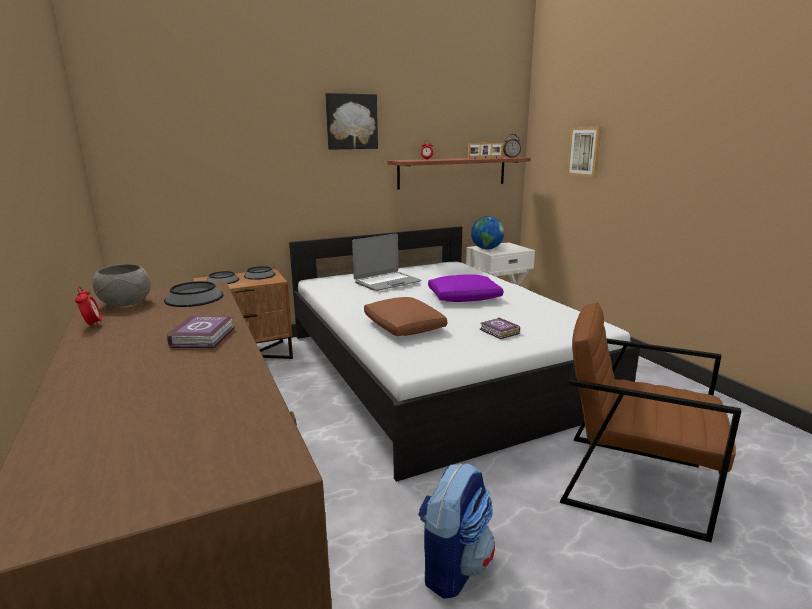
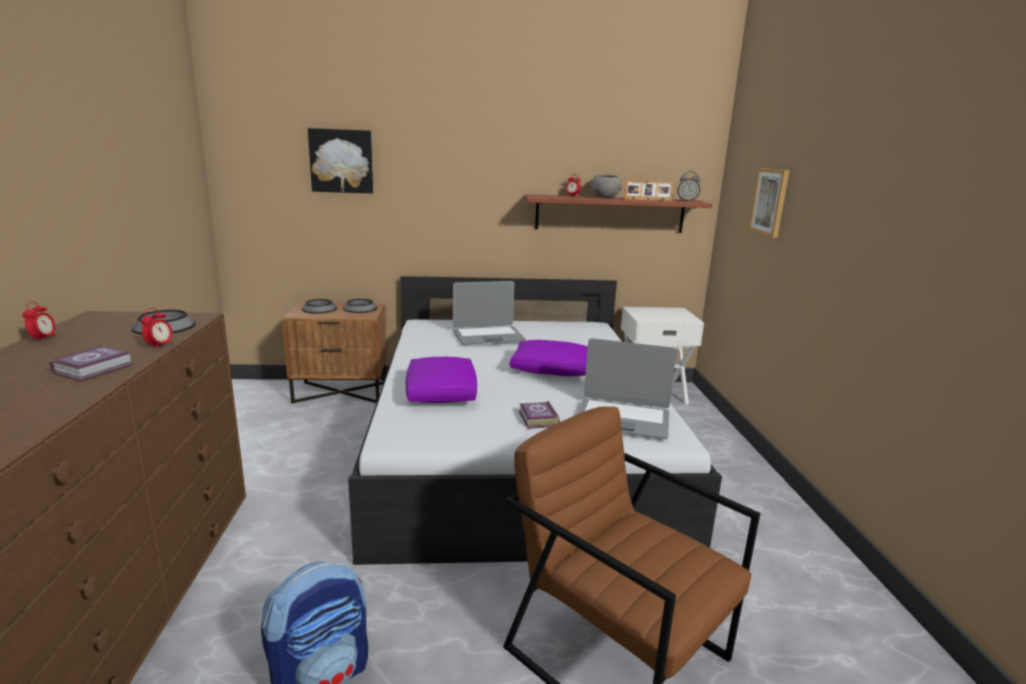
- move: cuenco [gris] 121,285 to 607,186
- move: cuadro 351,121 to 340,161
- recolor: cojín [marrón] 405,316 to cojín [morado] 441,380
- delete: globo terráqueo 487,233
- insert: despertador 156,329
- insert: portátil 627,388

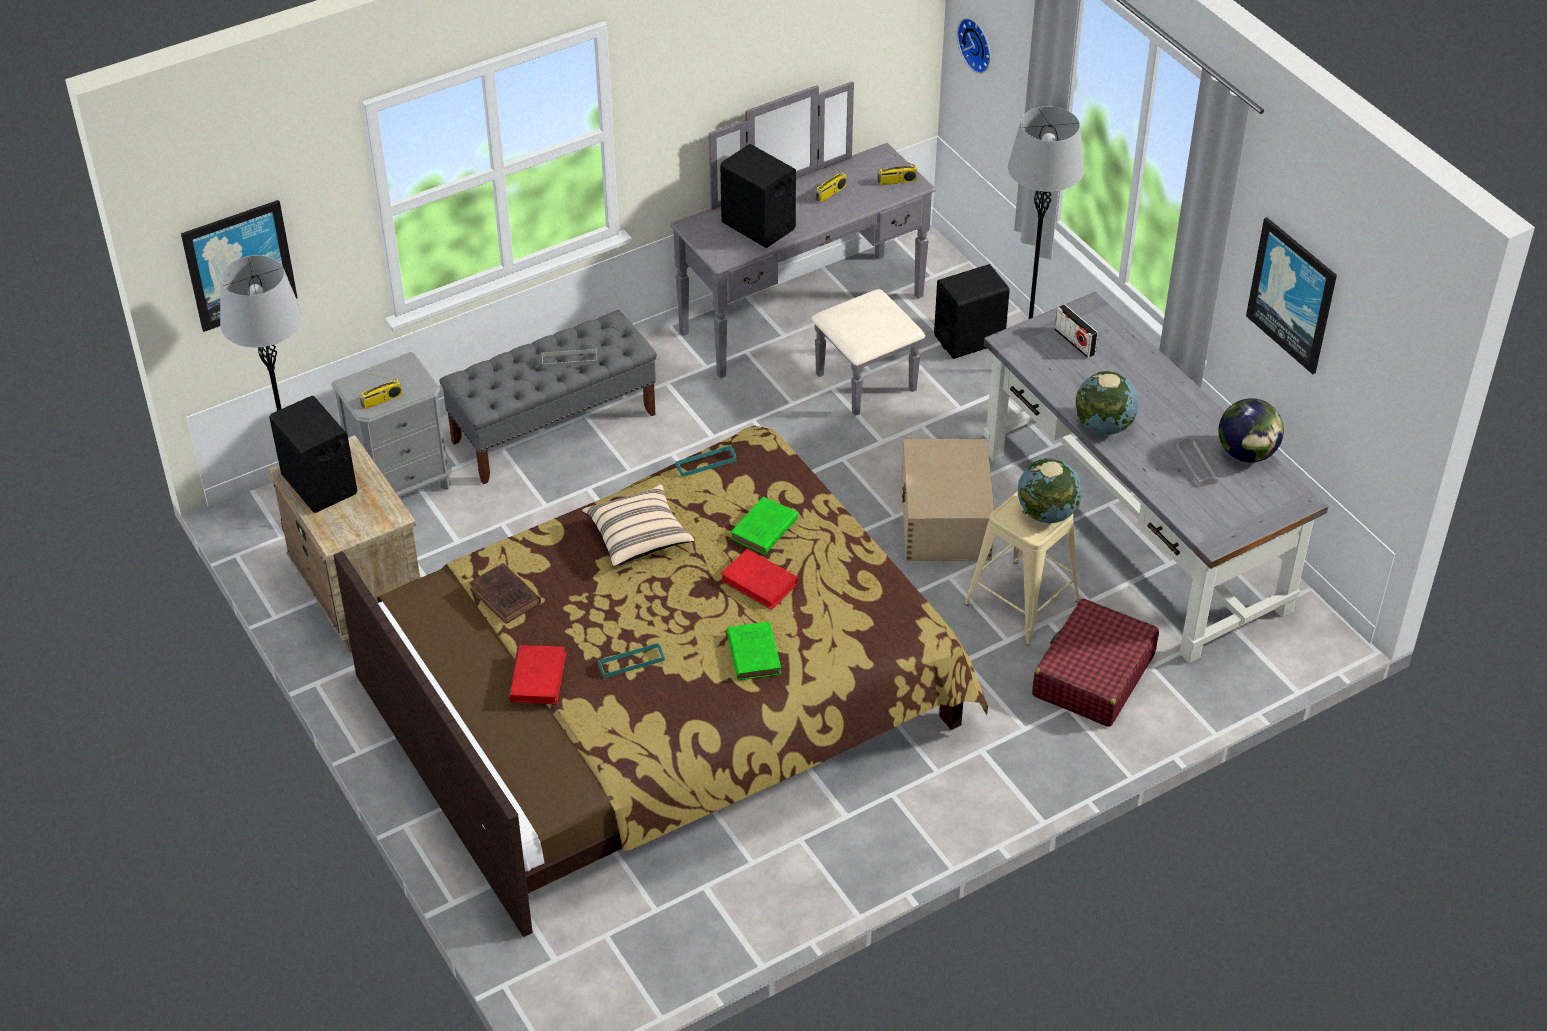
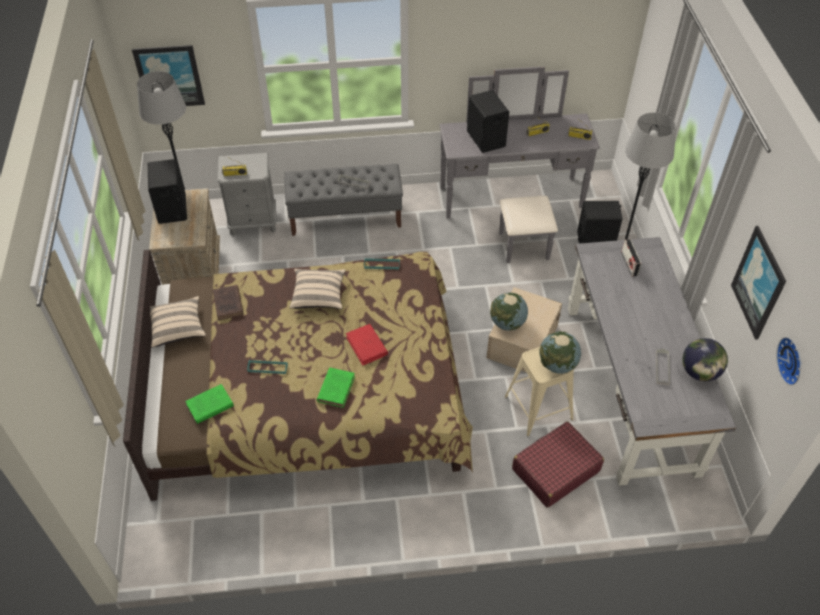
- delete: libro [rojo] 537,674
- move: libro [verde] 764,526 to 209,404
- move: reloj de pared 973,46 to 788,361
- move: globo terráqueo 1107,403 to 509,312
- insert: cojín [beis] 178,322

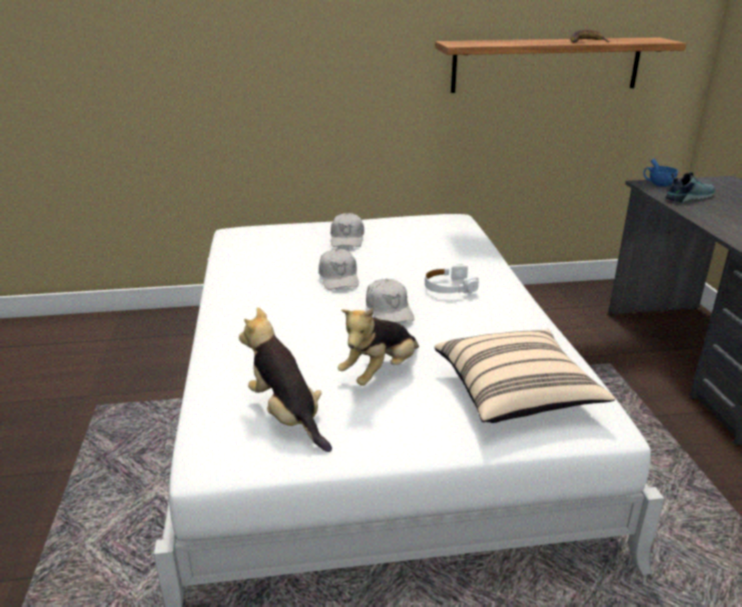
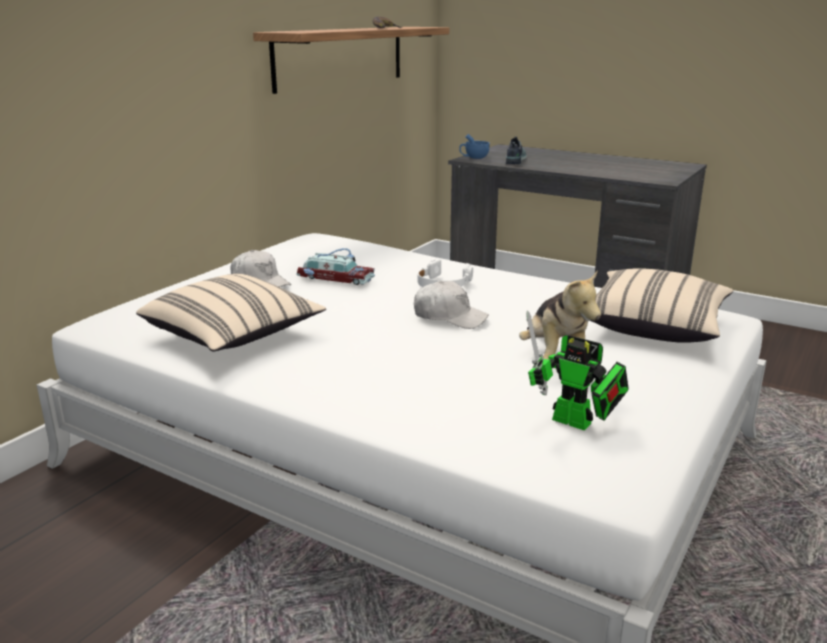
- replace: peluche 285,379 to robot de juguete 577,370
- delete: gorra [blanco] 339,269
- insert: cojín [beis] 231,313
- insert: coche de juguete 335,266

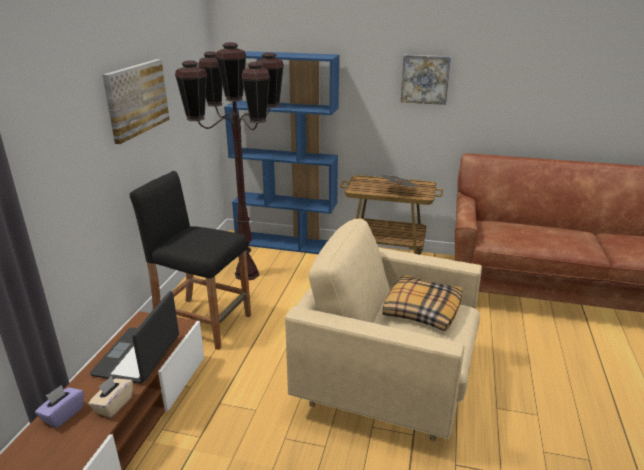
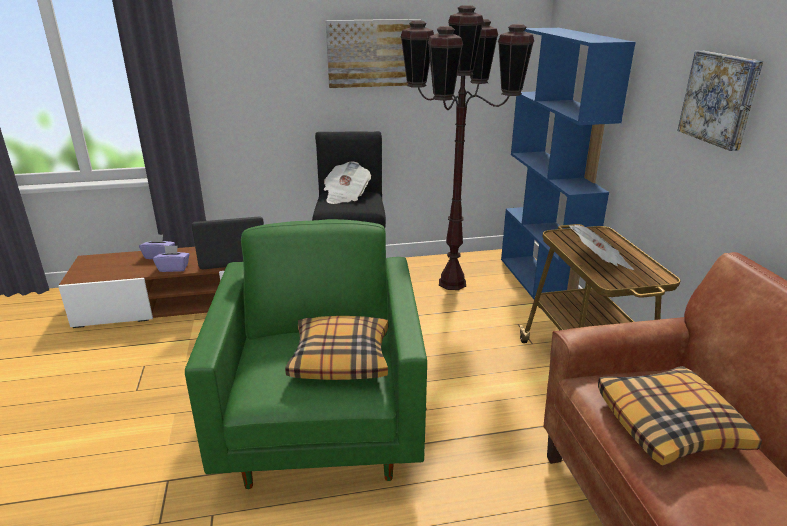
- recolor: caja de pañuelos [beis] 110,397 to caja de pañuelos [morado] 171,259
- recolor: sillón [beis] 383,330 to sillón [verde] 306,354
- insert: periódico 347,182
- insert: cojín 680,416

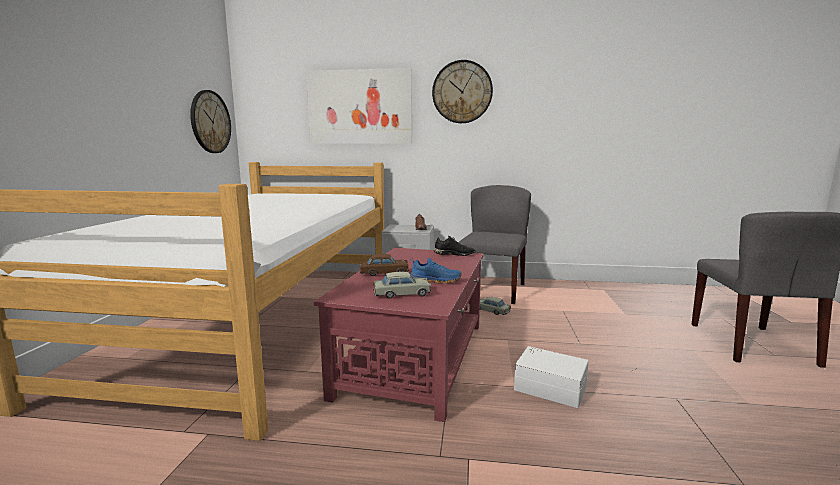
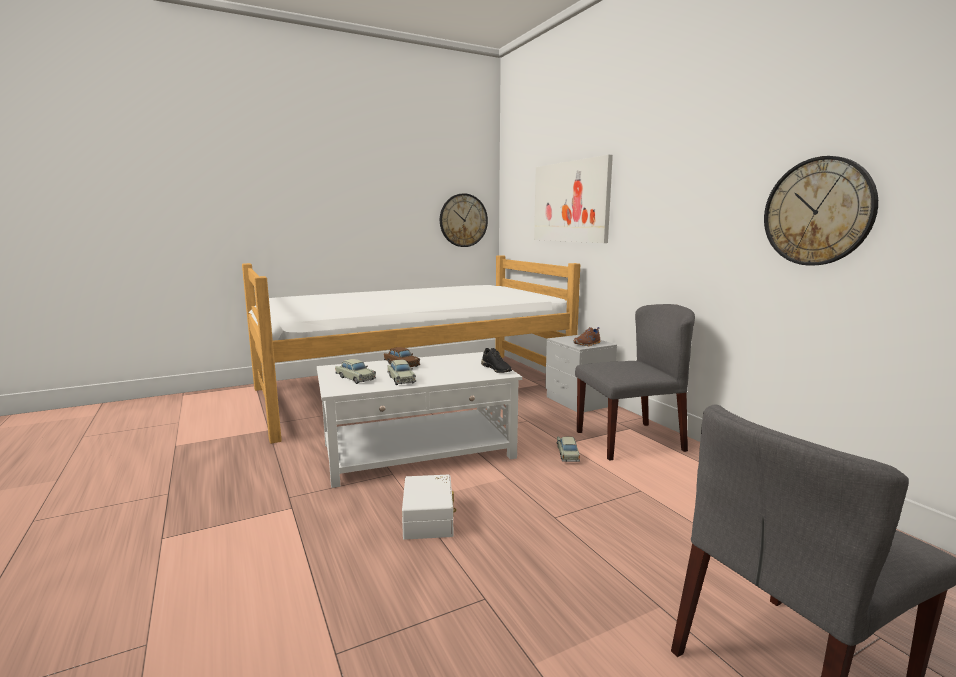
- recolor: mesa de centro [rojo] 399,335 to mesa de centro [blanco] 419,420
- replace: zapato [azul] 436,271 to coche de juguete [beis] 402,372
- move: reloj de pared 462,91 to 821,210

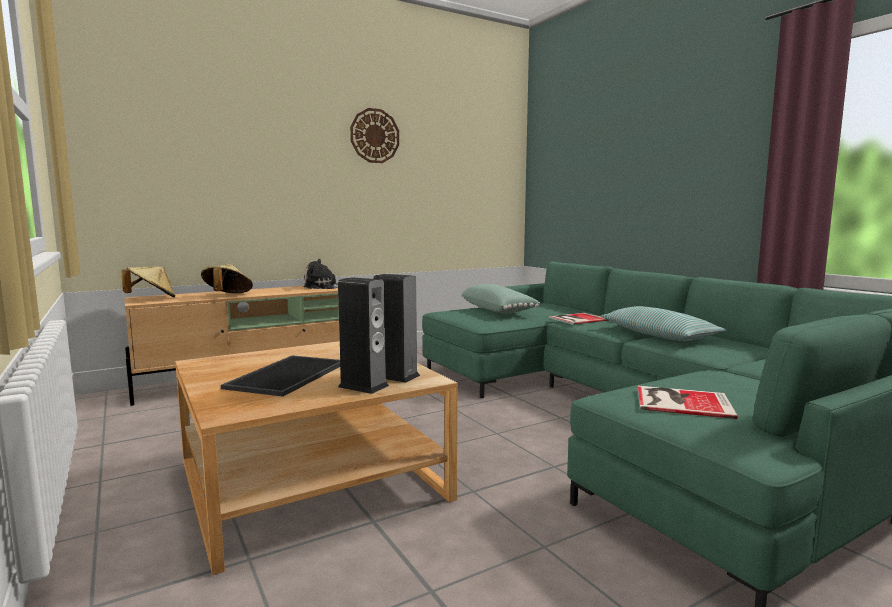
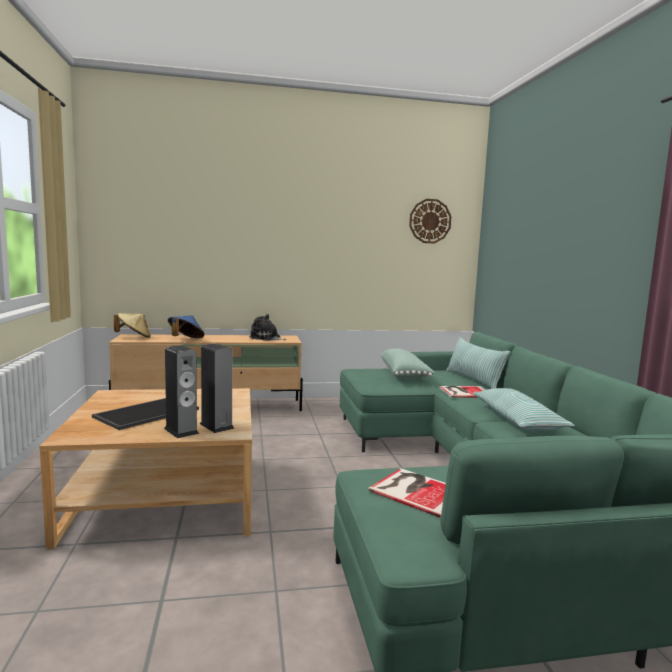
- recolor: sombrero [beis] 227,278 to sombrero [azul] 186,326
- move: reloj de pared 374,135 to 430,221
- insert: cojín 478,363

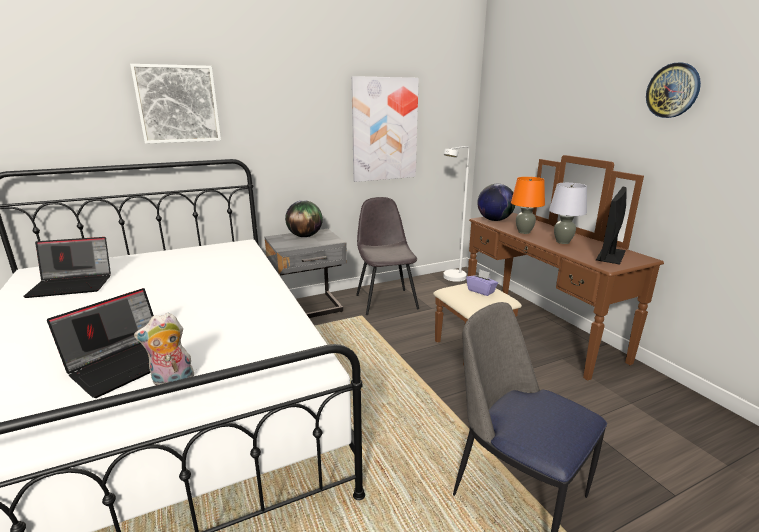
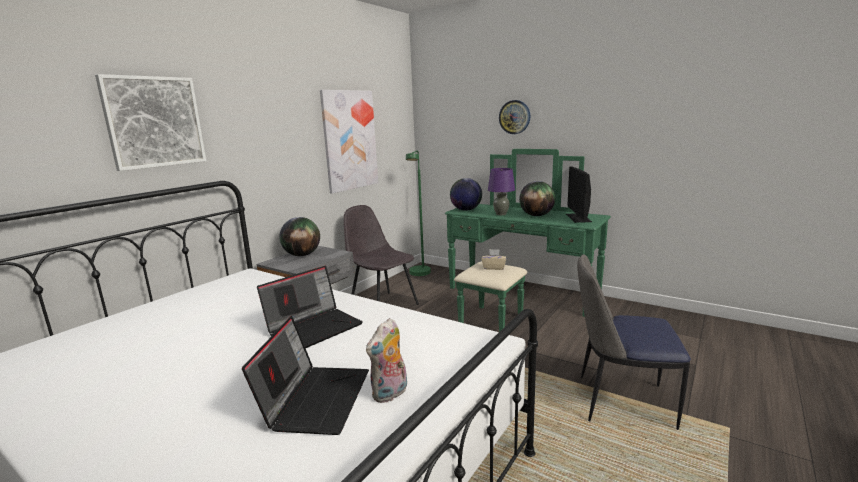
- move: portátil 67,267 to 310,307
- recolor: cómoda [marrón] 548,268 to cómoda [verde] 528,240
- recolor: lámpara de pie [blanco] 456,214 to lámpara de pie [verde] 418,213
- recolor: caja de pañuelos [morado] 482,283 to caja de pañuelos [beis] 493,259
- recolor: lámpara de mesa [naranja] 528,205 to lámpara de mesa [morado] 501,191
- replace: lámpara de mesa [gris] 568,213 to globo terráqueo 537,198
- move: reloj de pared 673,90 to 514,117

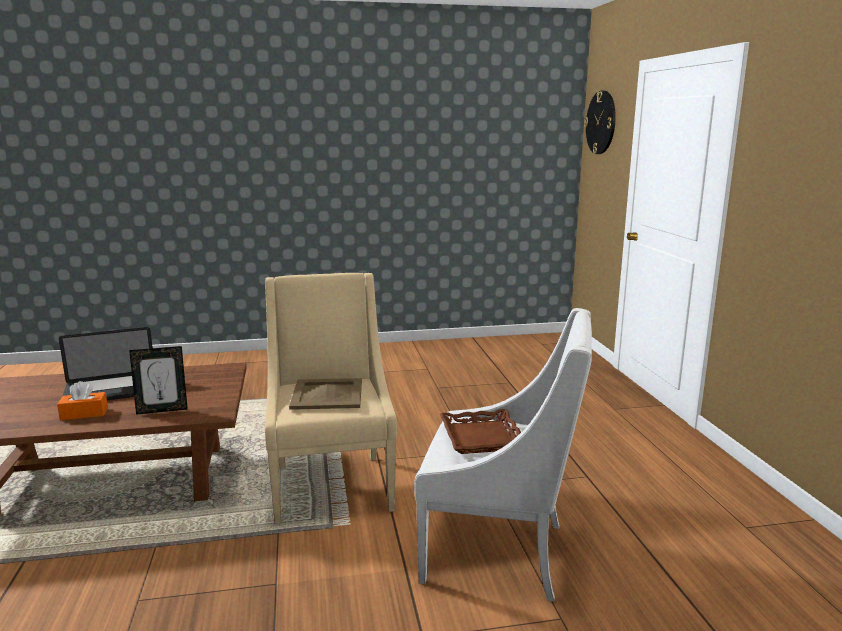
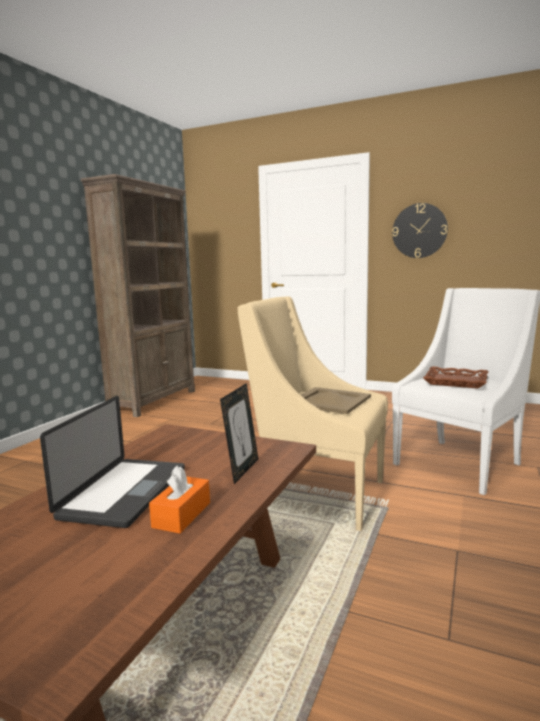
- move: reloj de pared 600,122 to 420,230
- insert: estantería [marrón] 138,295

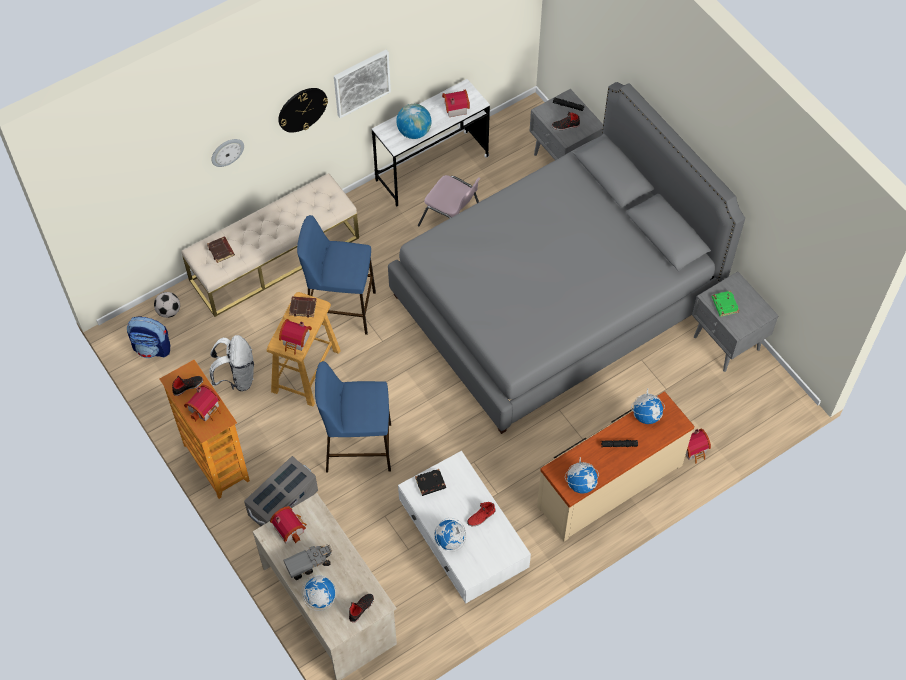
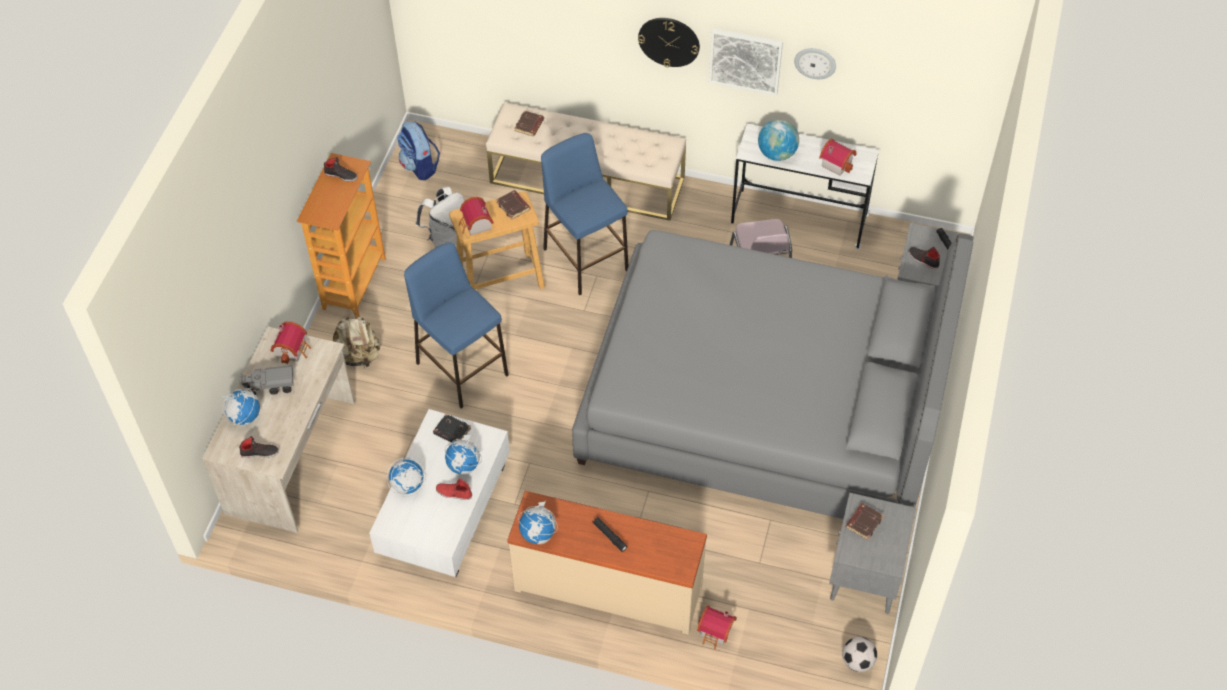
- move: balón de fútbol 167,305 to 859,654
- delete: casita 202,403
- move: reloj de pared 227,153 to 815,63
- replace: caja de almacenaje [gris] 281,491 to mochila [beis] 356,340
- rotate: camión de juguete 308,562 = 266,380 150 degrees clockwise
- move: globo terráqueo 648,406 to 463,454
- recolor: libro [verde] 725,304 to libro [marrón] 865,521

